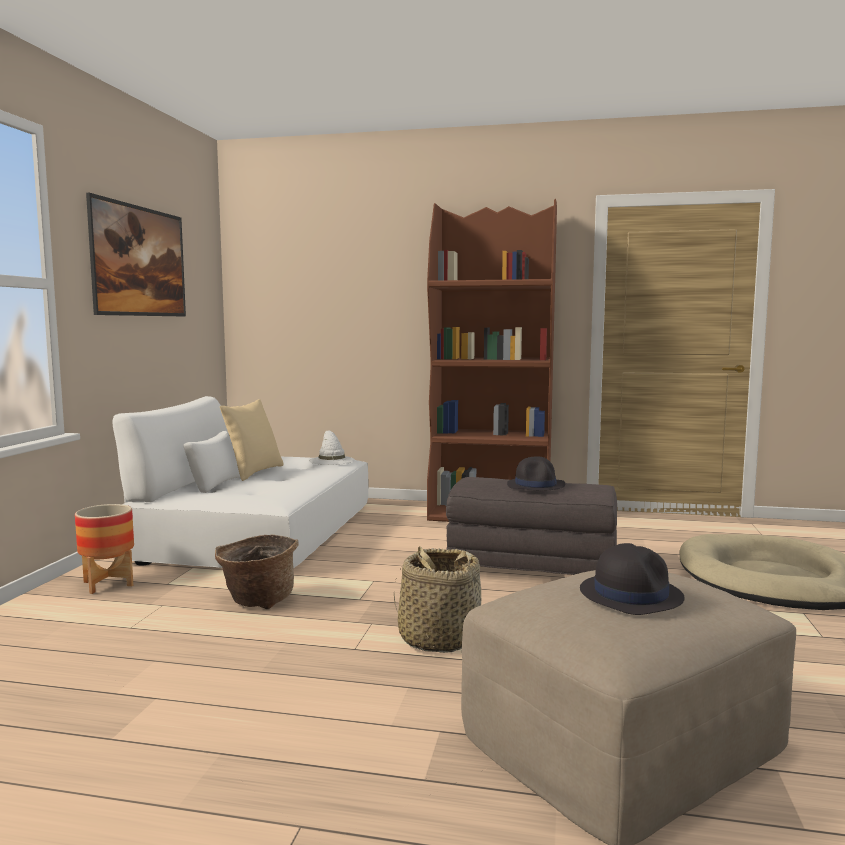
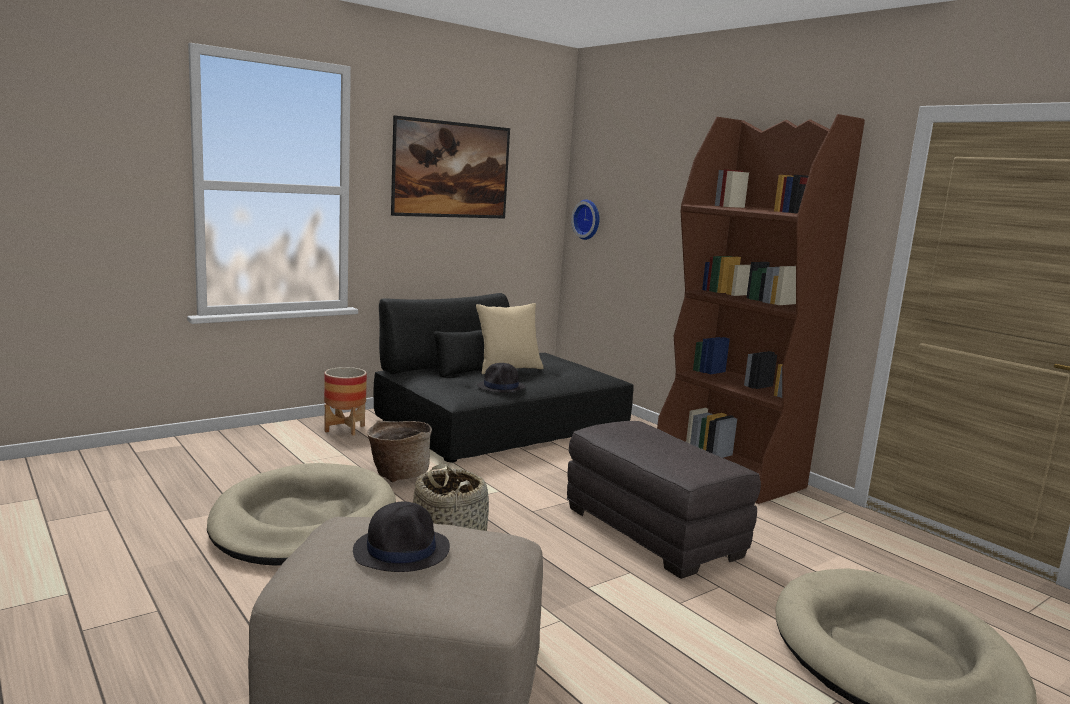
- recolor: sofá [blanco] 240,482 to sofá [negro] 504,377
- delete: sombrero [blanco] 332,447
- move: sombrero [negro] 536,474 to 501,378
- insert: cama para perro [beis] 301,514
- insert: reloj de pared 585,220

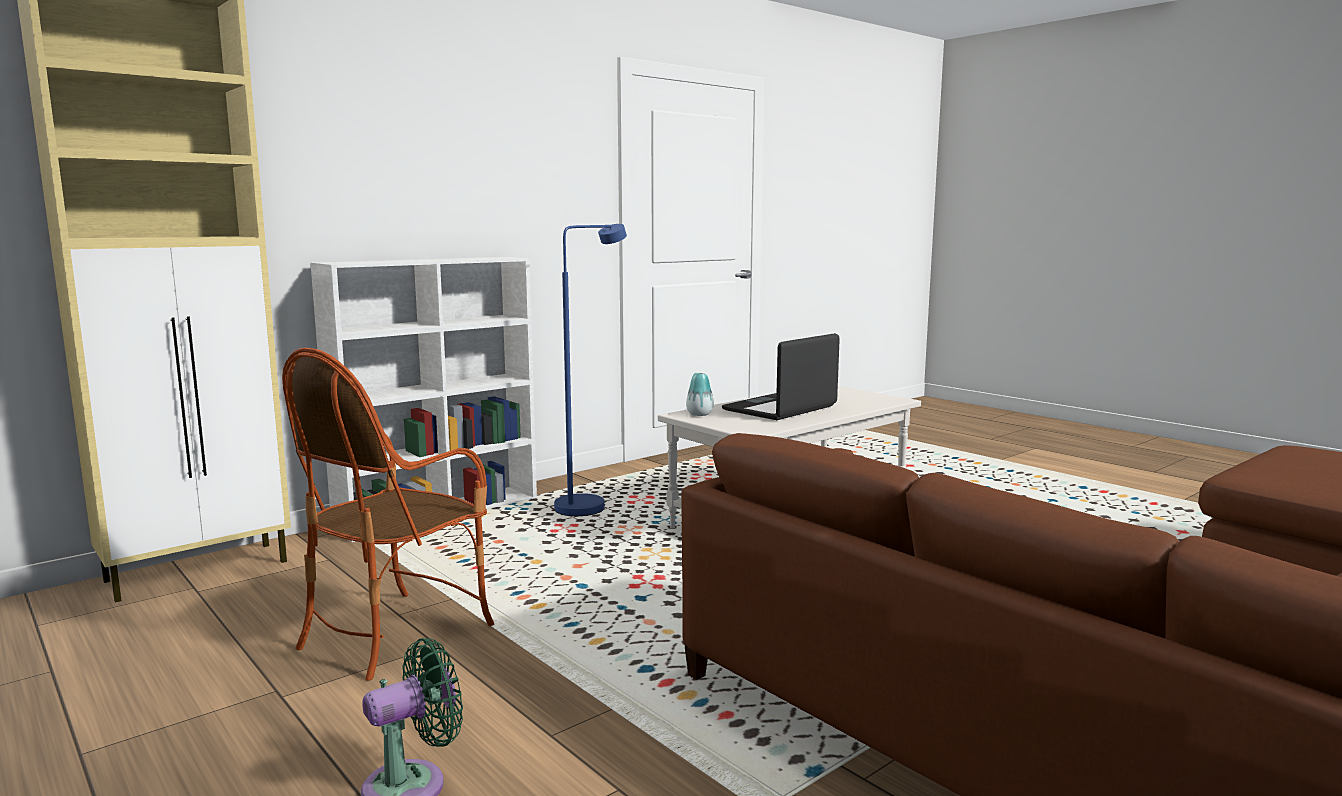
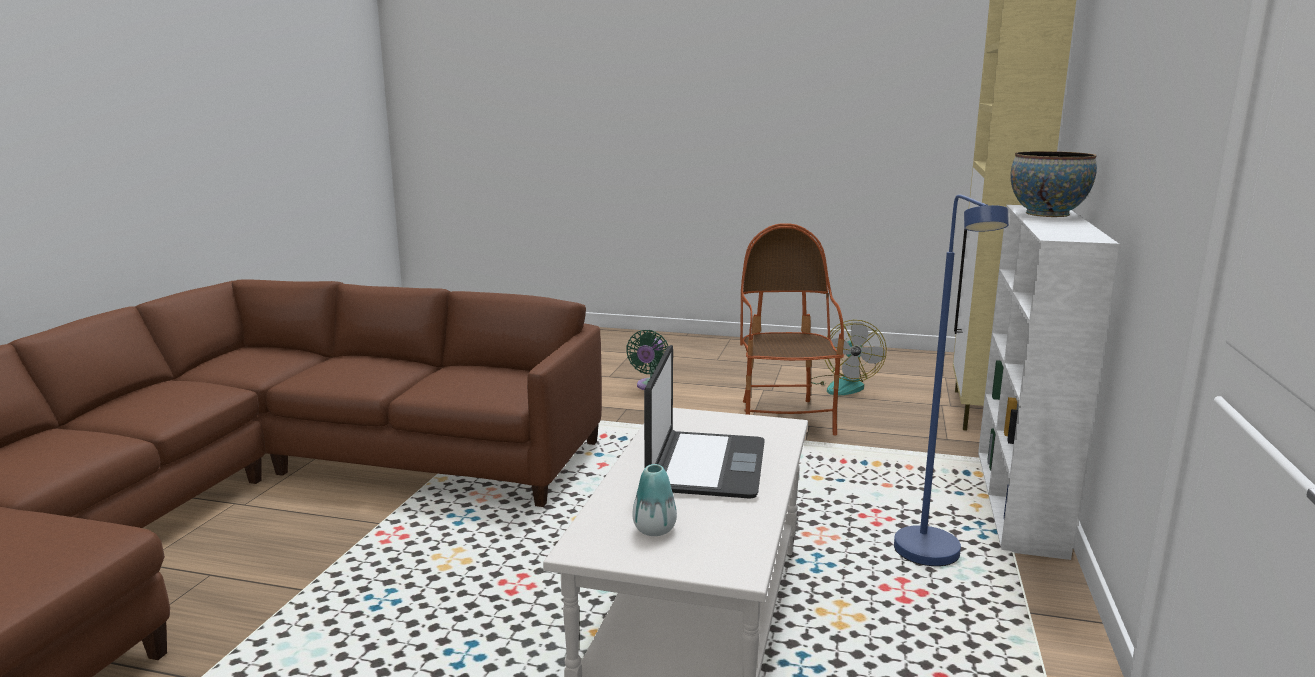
- move: florero 700,394 to 654,500
- insert: ventilador 849,357
- insert: cuenco 1054,184

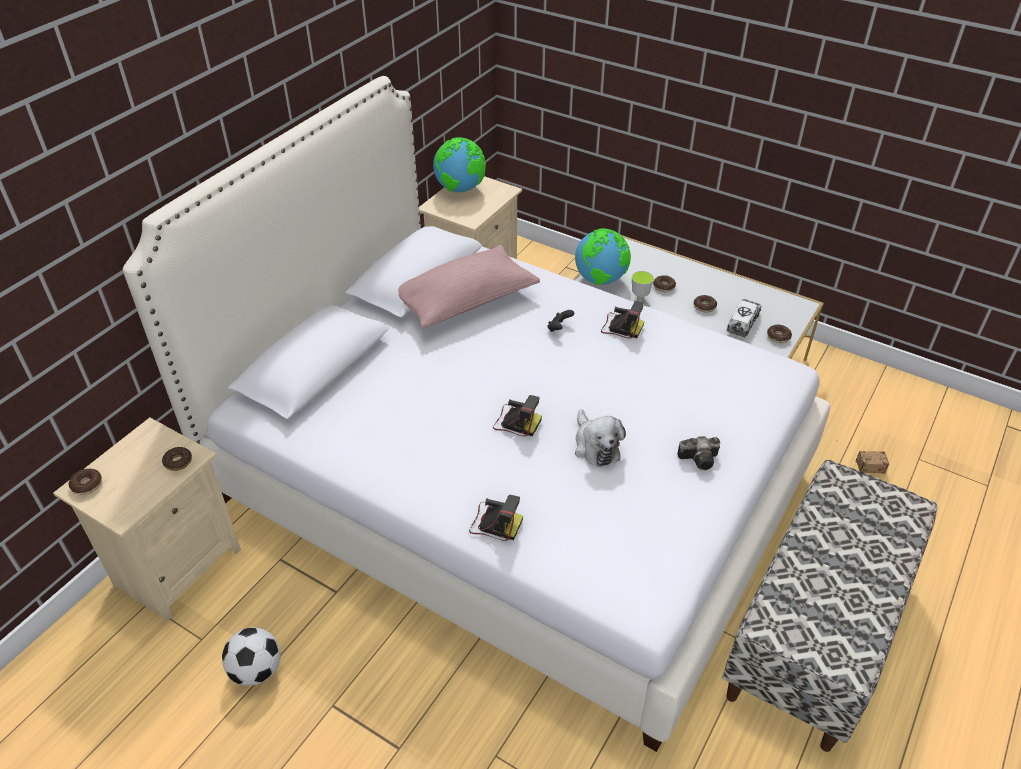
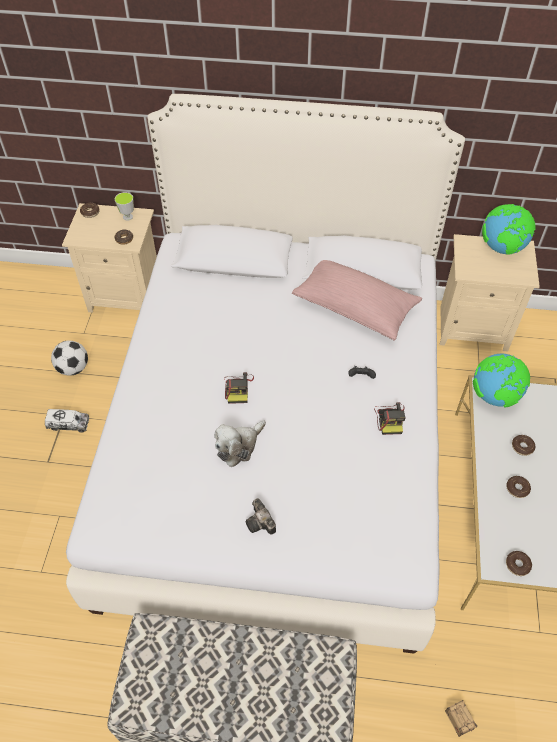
- delete: cámara 496,518
- move: taza 643,287 to 124,206
- move: camión de juguete 744,318 to 67,421

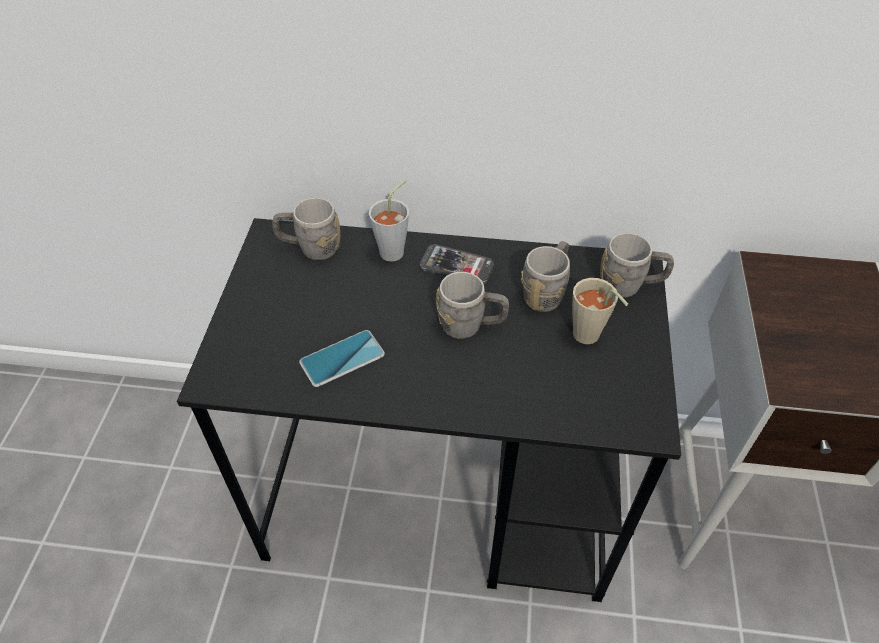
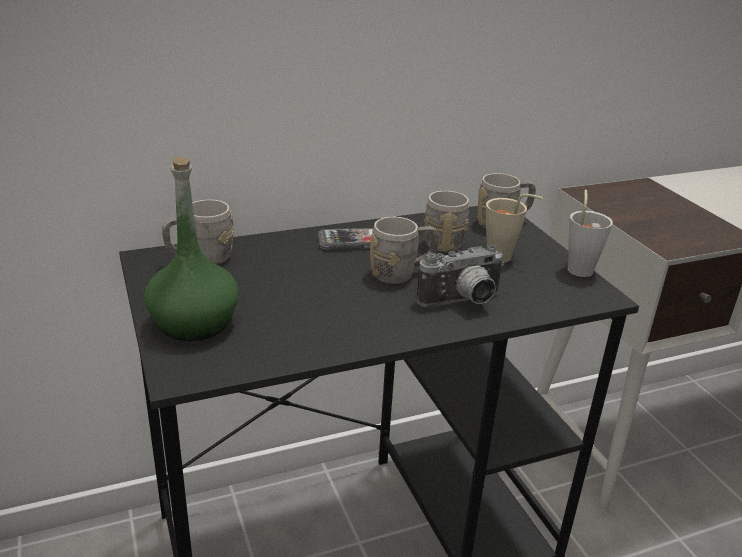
- delete: móvil 342,358
- move: taza [gris] 389,221 to 590,233
- insert: botella [verde] 191,248
- insert: cámara 461,276

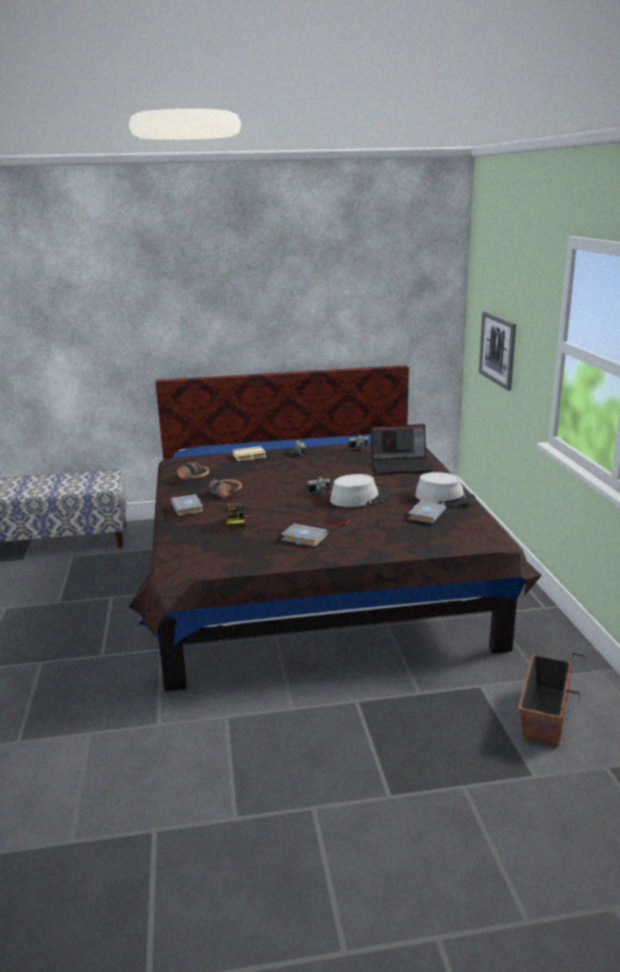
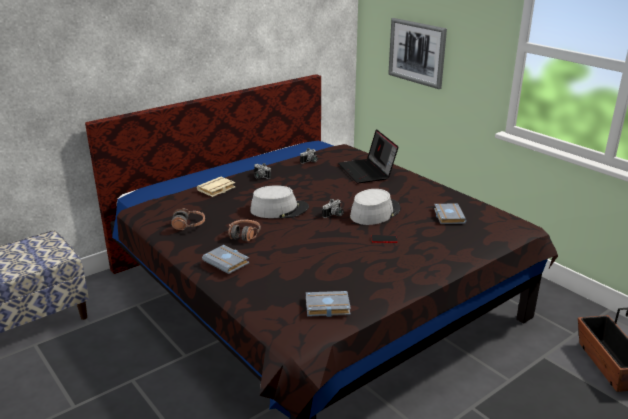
- delete: cámara 236,515
- move: libro [gris] 304,535 to 328,304
- rotate: portátil 402,449 = 368,156 105 degrees clockwise
- move: sombrero [gris] 445,489 to 279,201

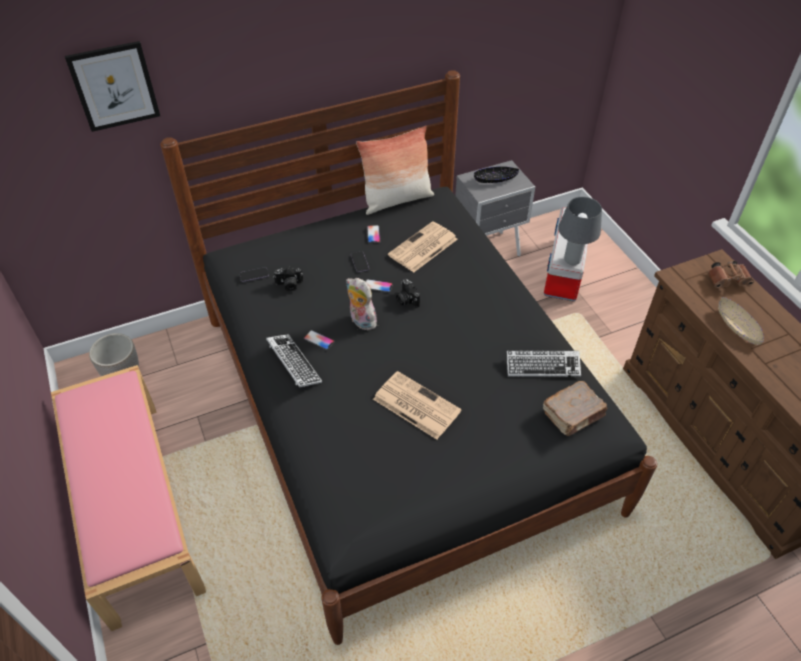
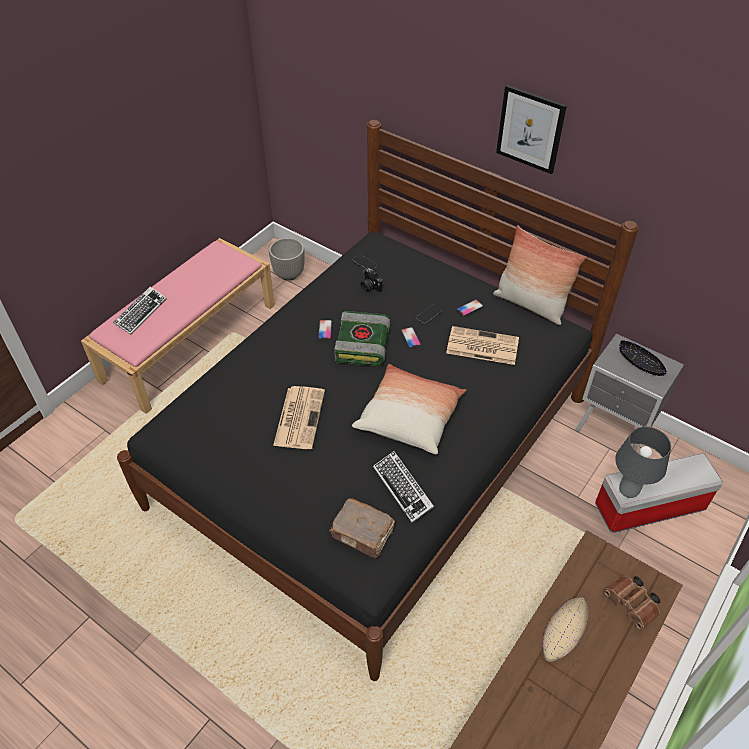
- move: cuadro 112,86 to 531,129
- move: teclado 294,361 to 140,311
- replace: peluche 362,304 to libro 362,338
- delete: cámara 408,293
- insert: cojín 409,409

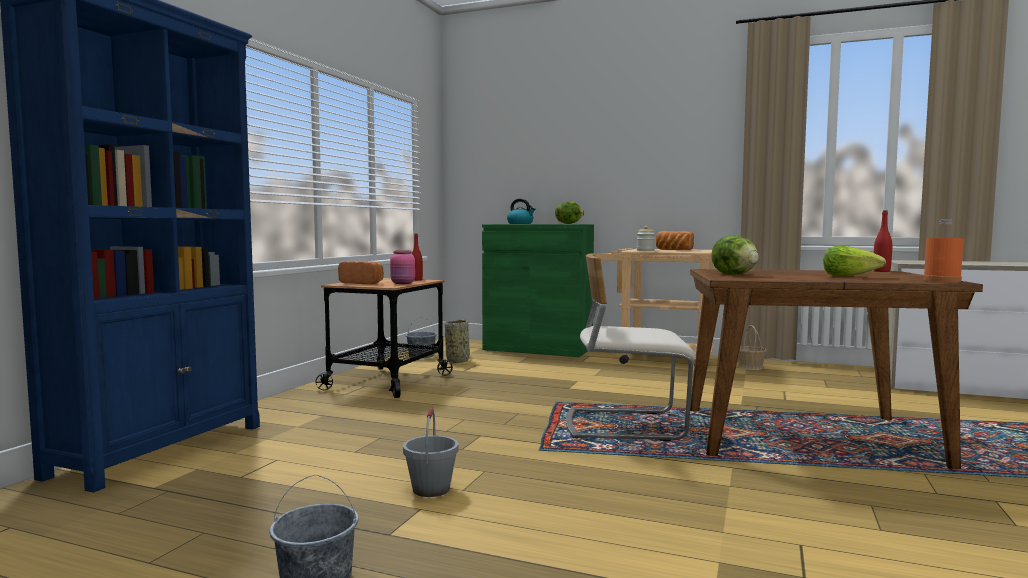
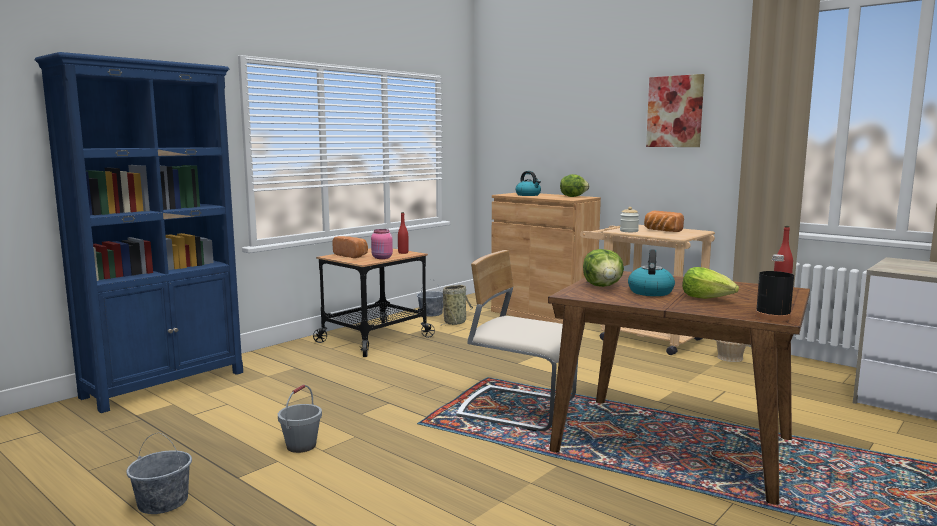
- recolor: armario [verde] 538,290 to armario [marrón] 546,258
- recolor: botella [naranja] 943,251 to botella [negro] 774,288
- insert: hervidor 651,272
- insert: cuadro 675,110

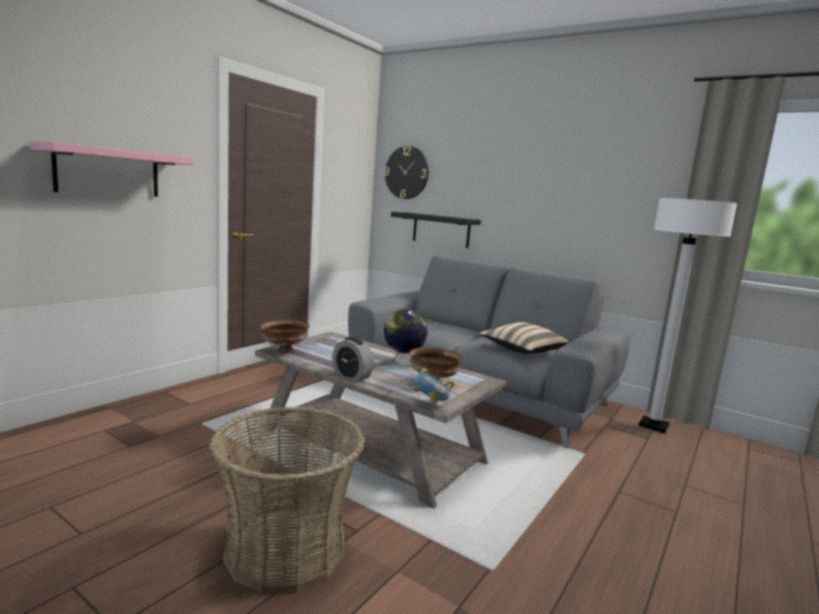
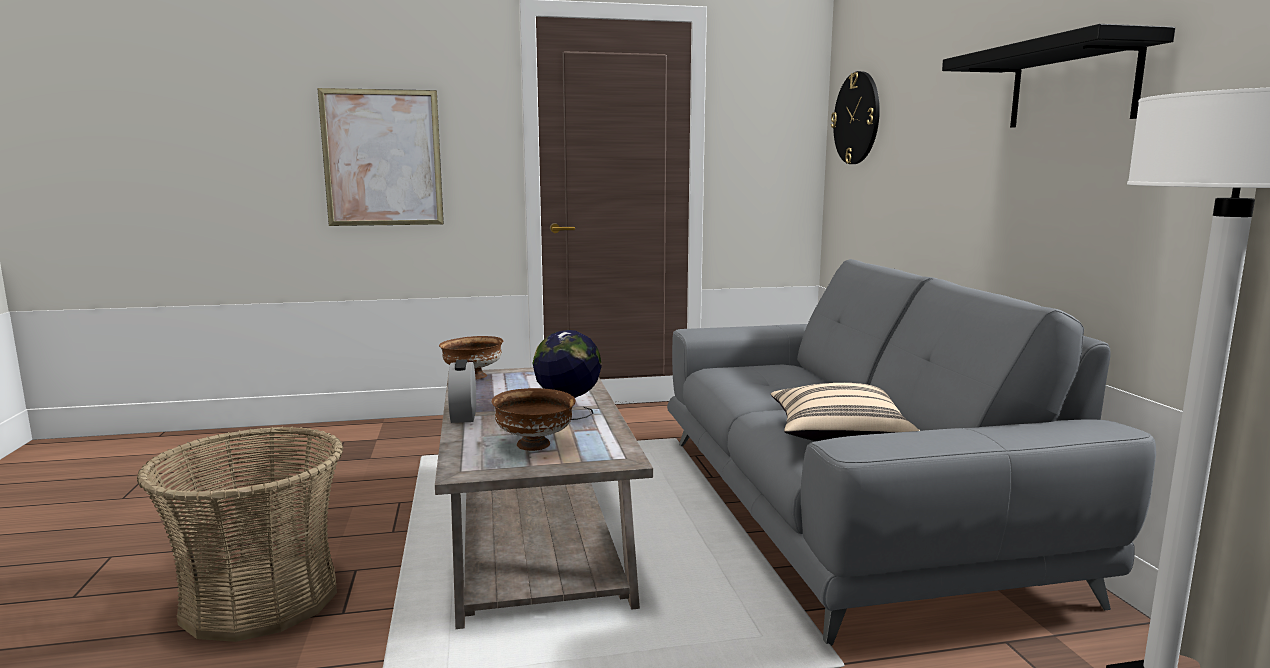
- replace: estante [rosa] 112,169 to cuadro 380,157
- move: estante [negro] 436,230 to 1058,76
- delete: cuenco 434,386

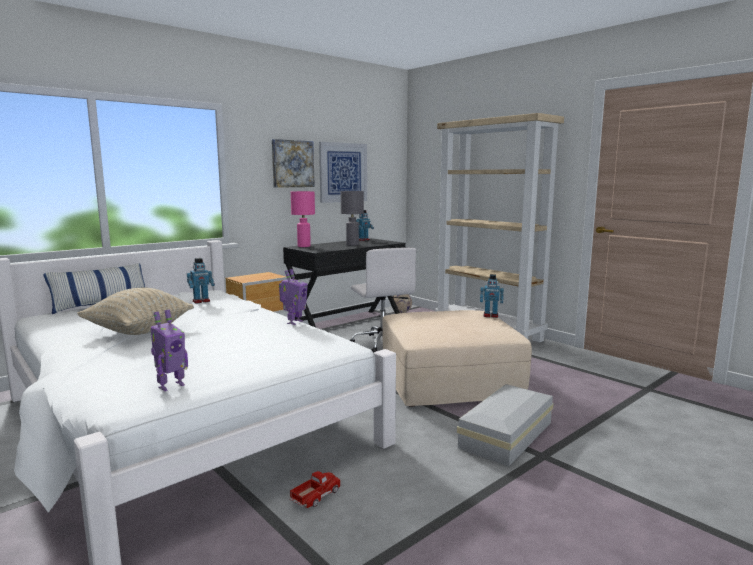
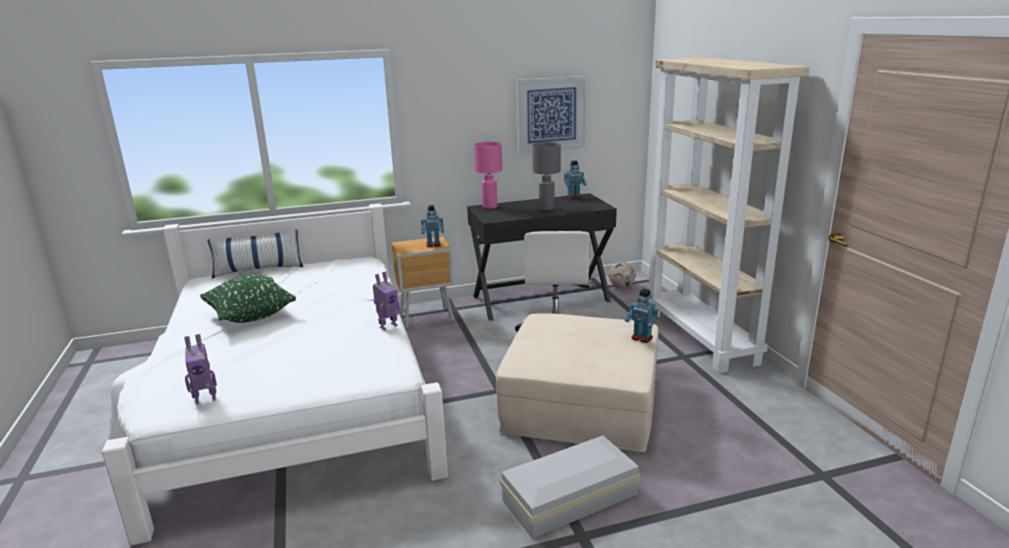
- recolor: cojín [beis] 135,311 to cojín [verde] 248,299
- move: robot de juguete 201,280 to 432,226
- delete: cuadro 293,163
- delete: camión de juguete 315,489

